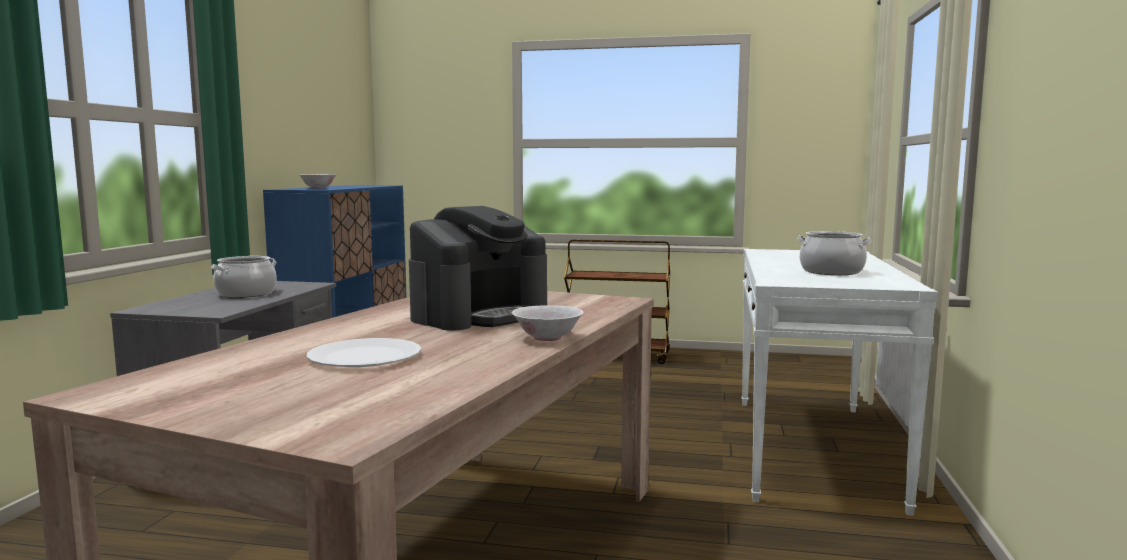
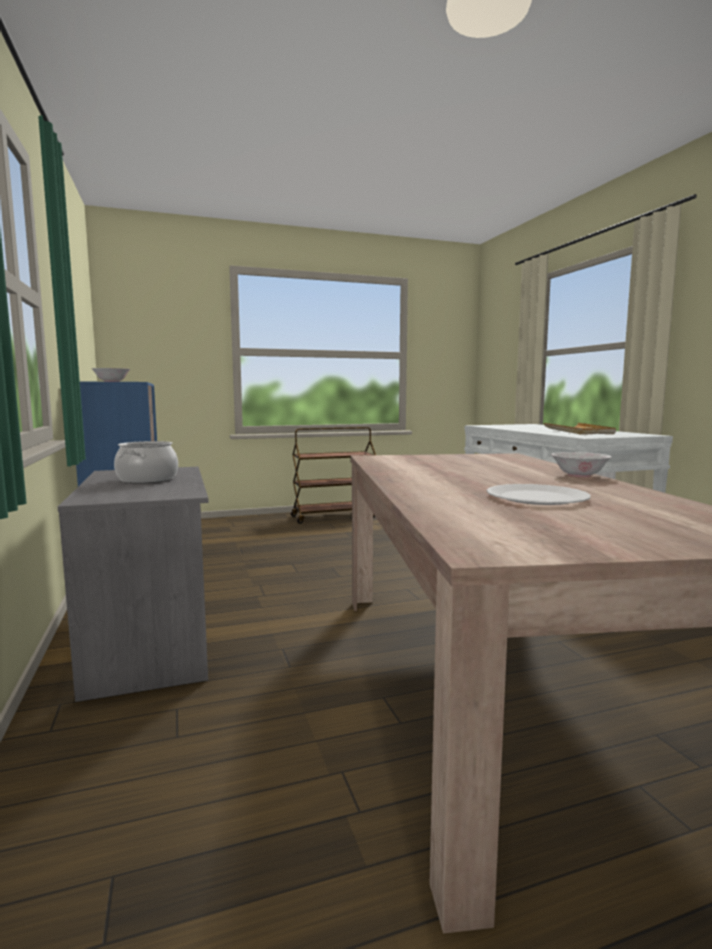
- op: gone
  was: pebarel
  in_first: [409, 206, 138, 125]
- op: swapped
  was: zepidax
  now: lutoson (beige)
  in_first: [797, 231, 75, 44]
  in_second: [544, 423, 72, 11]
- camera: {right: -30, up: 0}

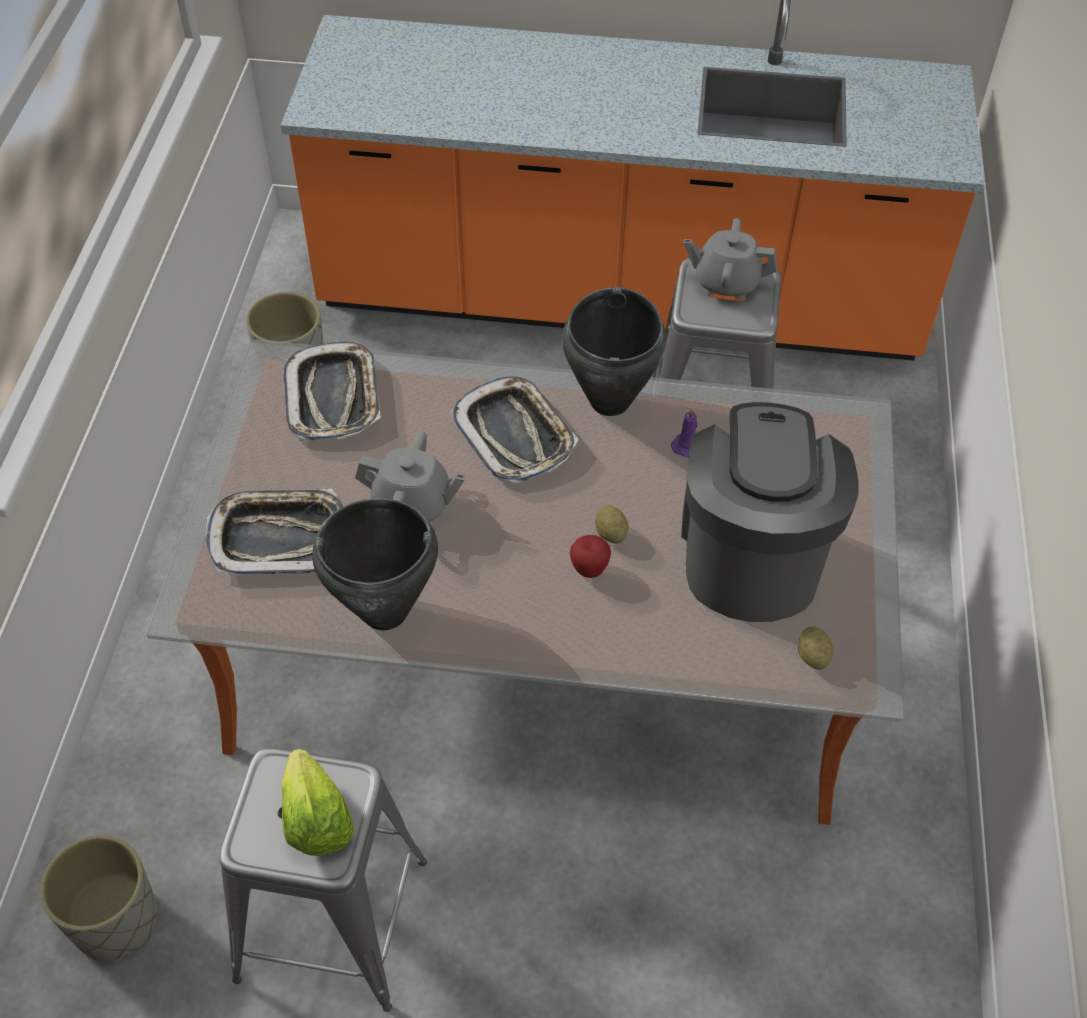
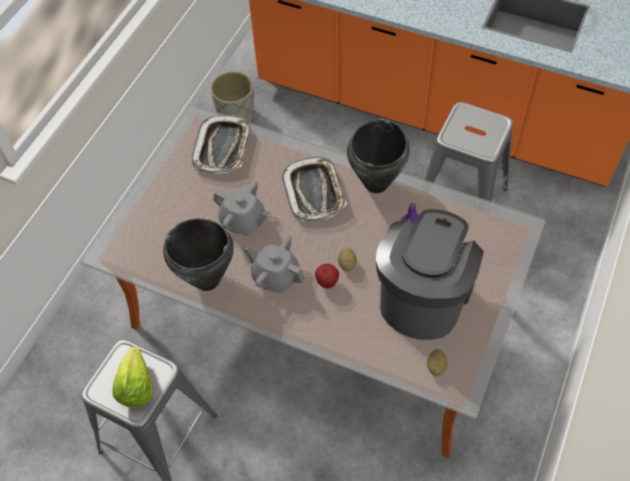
- op: gone
  was: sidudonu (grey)
  in_first: [40, 835, 117, 126]
- op: gone
  was: lutoson
  in_first: [205, 489, 139, 86]
- op: shifted
  was: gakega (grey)
  in_first: [684, 218, 94, 81]
  in_second: [243, 236, 62, 57]
- camera: {right: 20, up: 5}

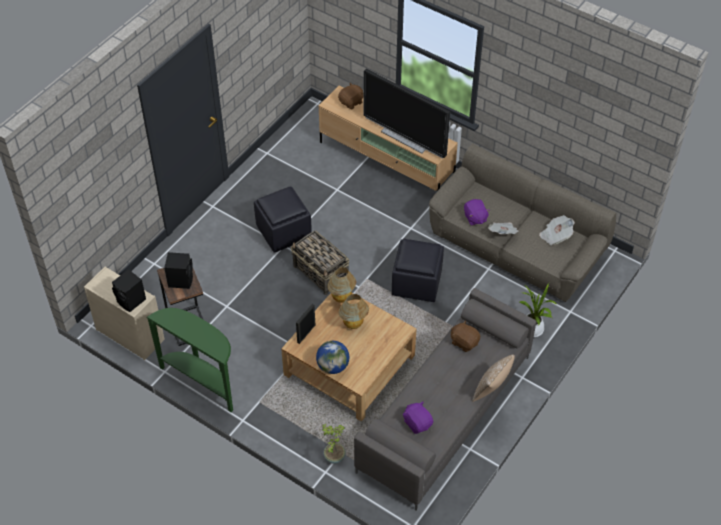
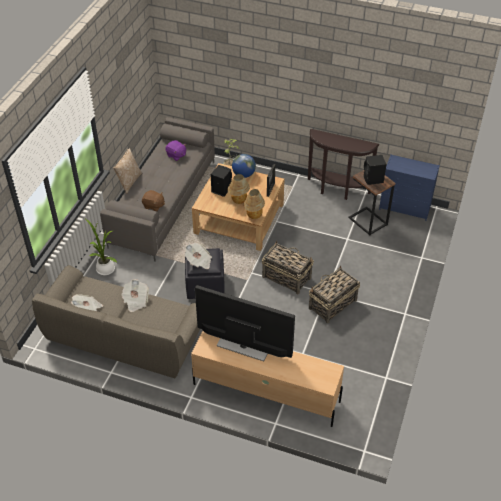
- op: gone
  was: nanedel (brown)
  in_first: [338, 83, 25, 26]
- op: gone
  was: nanedel (purple)
  in_first: [464, 199, 26, 27]
- op: new
  now: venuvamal
  in_second: [185, 243, 27, 26]
- op: shifted
  was: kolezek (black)
  in_first: [112, 269, 34, 43]
  in_second: [211, 165, 21, 32]
- op: swapped
  was: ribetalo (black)
  now: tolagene
  in_first: [254, 186, 58, 67]
  in_second: [309, 266, 51, 57]
- op: repainted
  was: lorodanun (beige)
  now: lorodanun (blue)
  in_first: [84, 266, 81, 94]
  in_second: [379, 154, 61, 67]
- op: repainted
  was: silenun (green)
  now: silenun (brown)
  in_first: [146, 308, 87, 104]
  in_second: [308, 129, 71, 71]
- camera: {right: 165, up: -5}

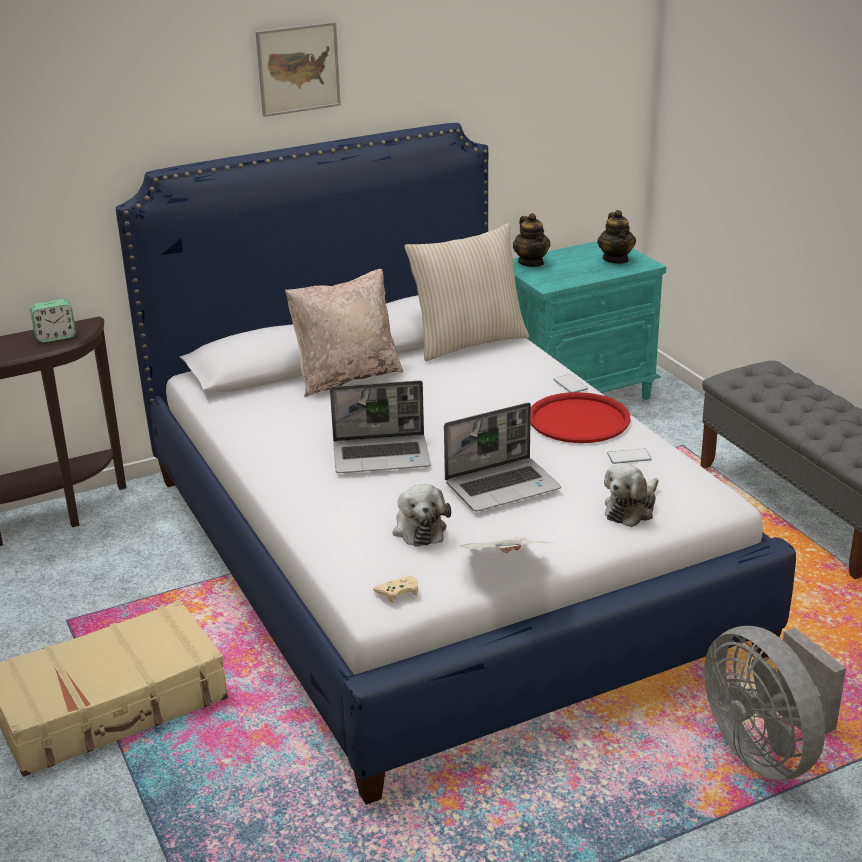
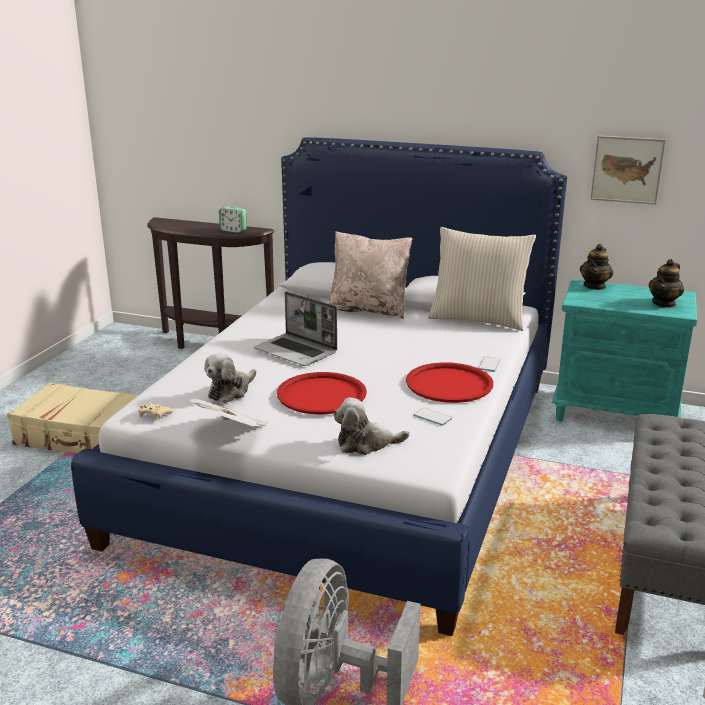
- op: shifted
  was: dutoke
  in_first: [256, 22, 85, 95]
  in_second: [590, 136, 76, 69]
- op: swapped
  was: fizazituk
  now: lutoson (red)
  in_first: [444, 403, 117, 109]
  in_second: [277, 372, 90, 42]
- camera: {right: 45, up: -5}

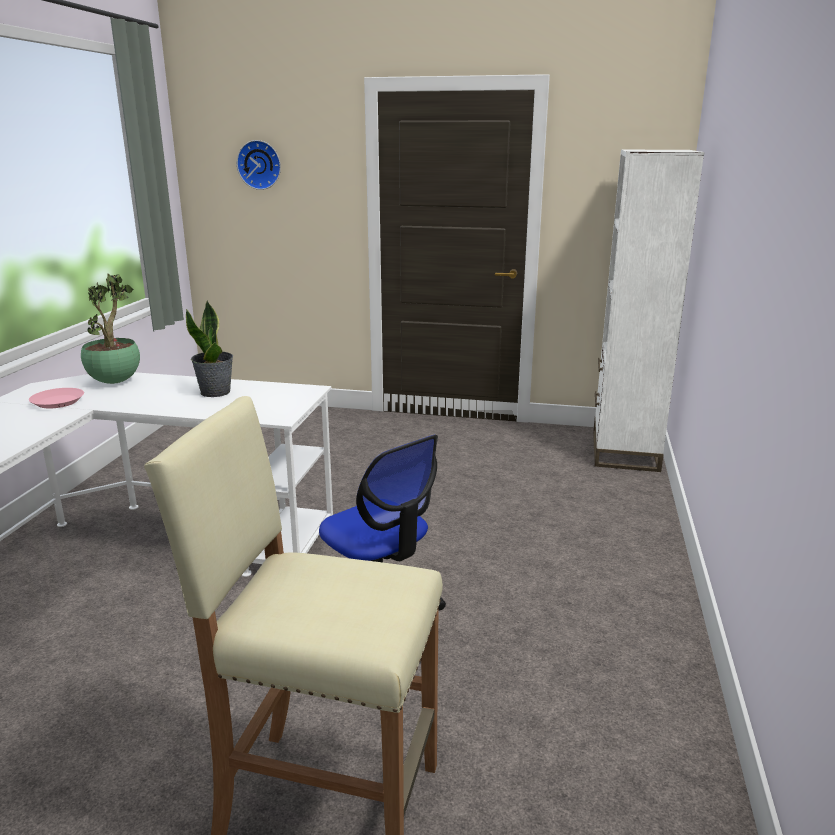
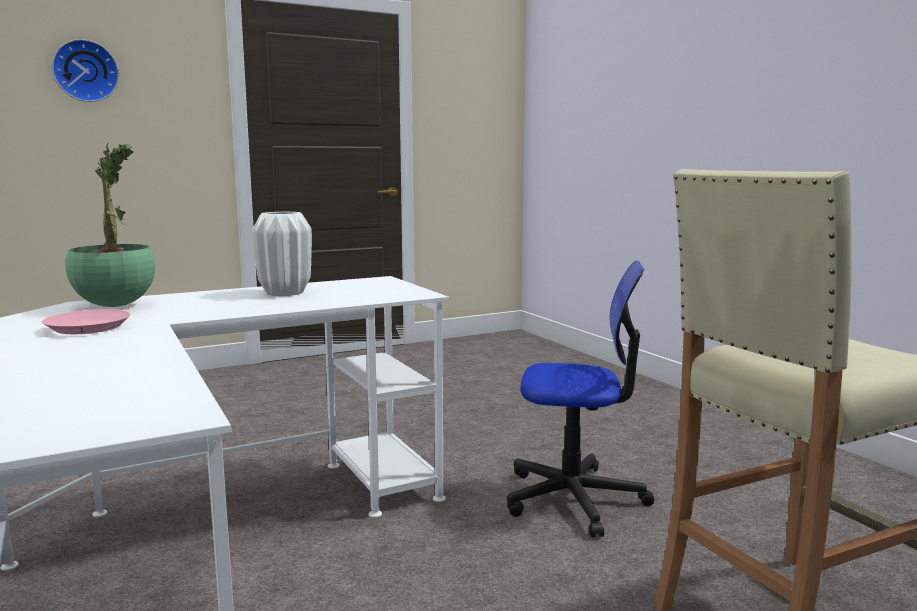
- op: gone
  was: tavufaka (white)
  in_first: [593, 149, 112, 323]
- op: swapped
  was: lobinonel
  now: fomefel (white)
  in_first: [186, 300, 47, 97]
  in_second: [252, 212, 60, 84]
- camera: {right: -40, up: -10}

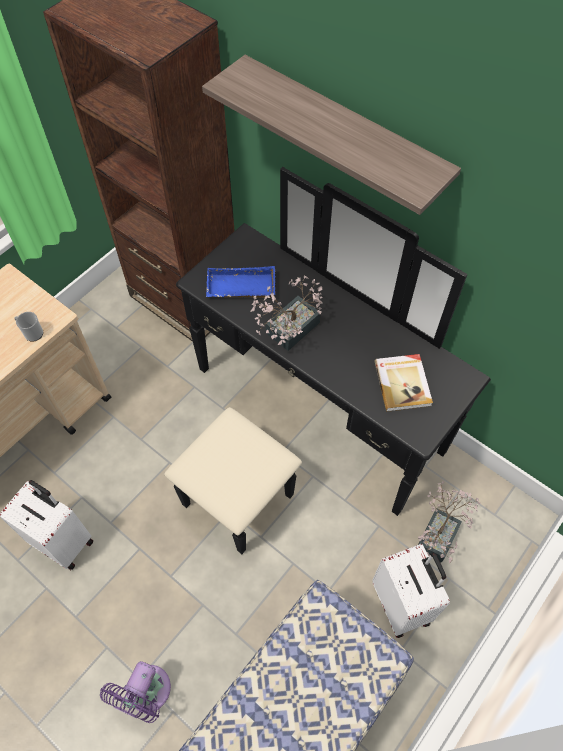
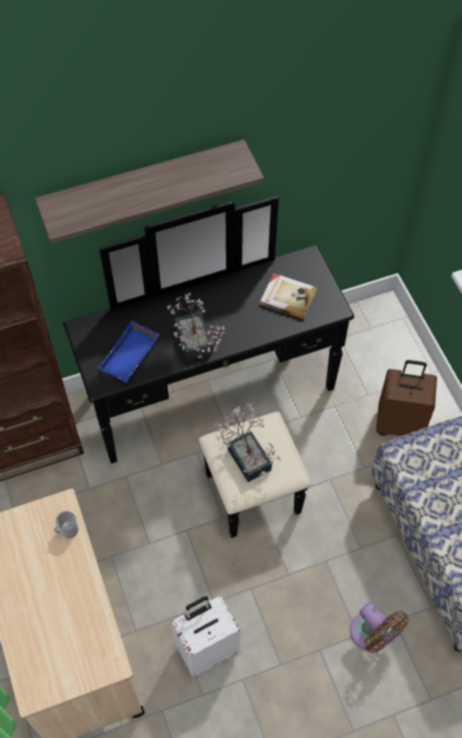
- op: shifted
  was: lobinonel
  in_first: [418, 482, 62, 81]
  in_second: [214, 403, 67, 79]
- op: repainted
  was: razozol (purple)
  now: razozol (brown)
  in_first: [100, 661, 71, 62]
  in_second: [350, 602, 59, 51]
- op: repainted
  was: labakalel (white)
  now: labakalel (brown)
  in_first: [372, 544, 78, 94]
  in_second: [376, 360, 61, 76]
- camera: {right: -60, up: 0}

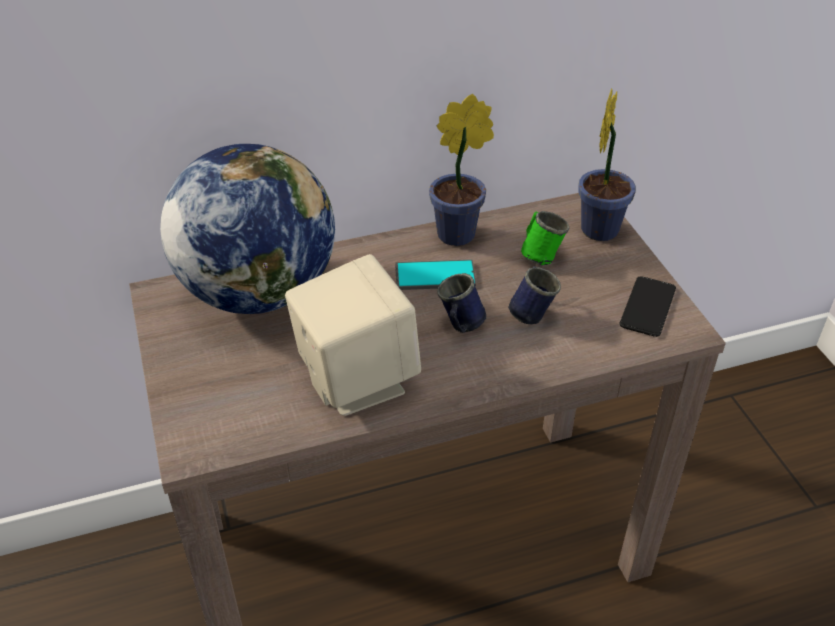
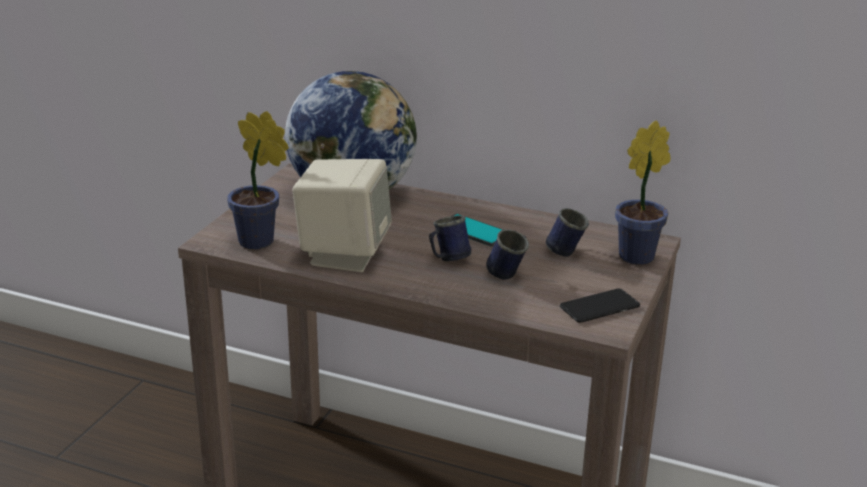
- op: shifted
  was: lobinonel
  in_first: [429, 94, 65, 152]
  in_second: [227, 111, 62, 138]
- op: repainted
  was: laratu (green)
  now: laratu (blue)
  in_first: [521, 211, 48, 54]
  in_second: [546, 208, 43, 49]
- camera: {right: 40, up: -15}

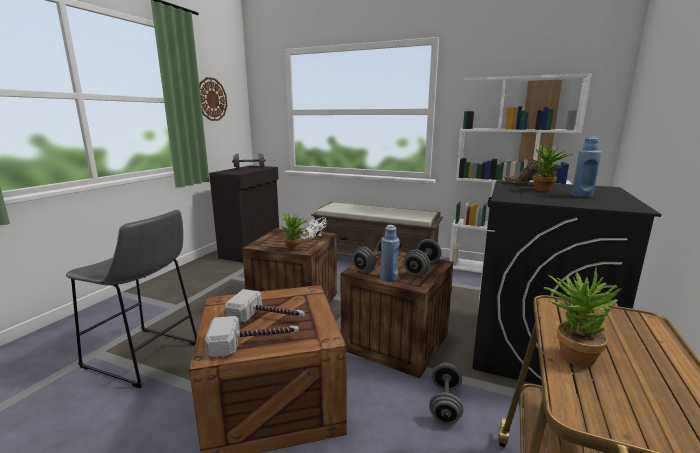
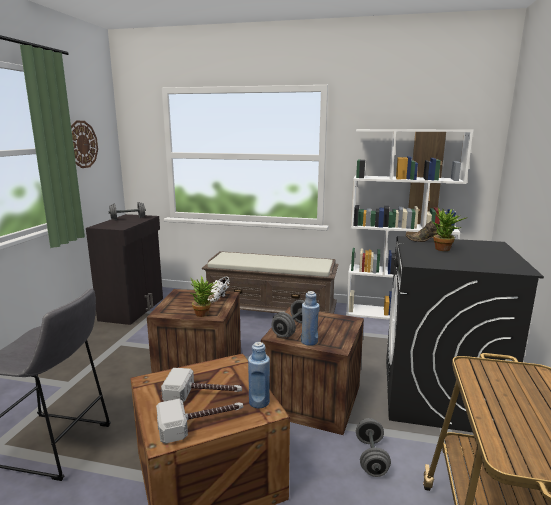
- op: gone
  was: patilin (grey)
  in_first: [403, 239, 38, 37]
- op: gone
  was: lobinonel
  in_first: [543, 267, 78, 100]
- op: shifted
  was: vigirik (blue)
  in_first: [572, 136, 29, 62]
  in_second: [248, 342, 22, 67]
- camera: {right: -10, up: 0}

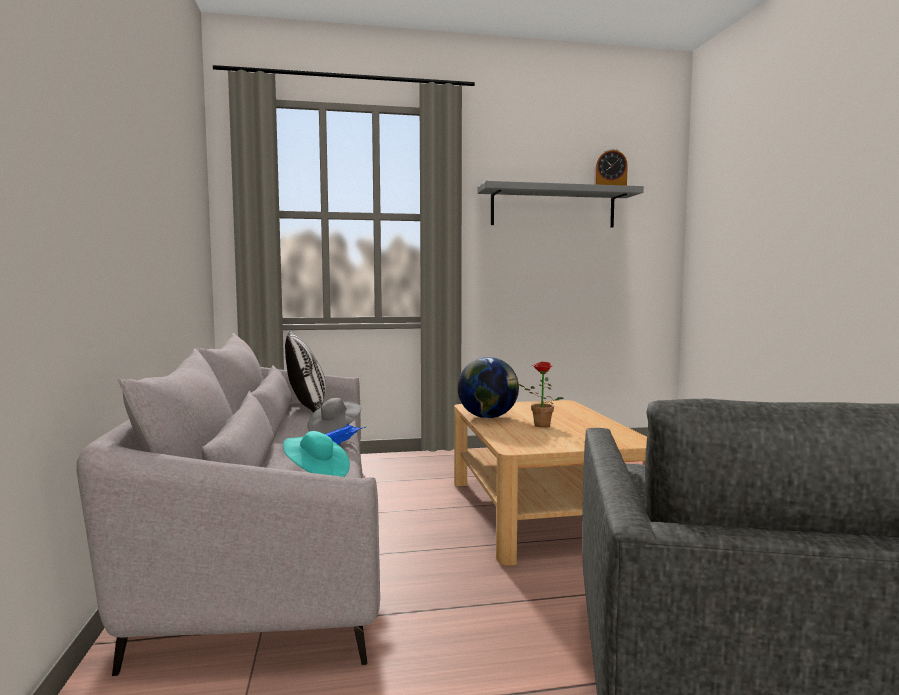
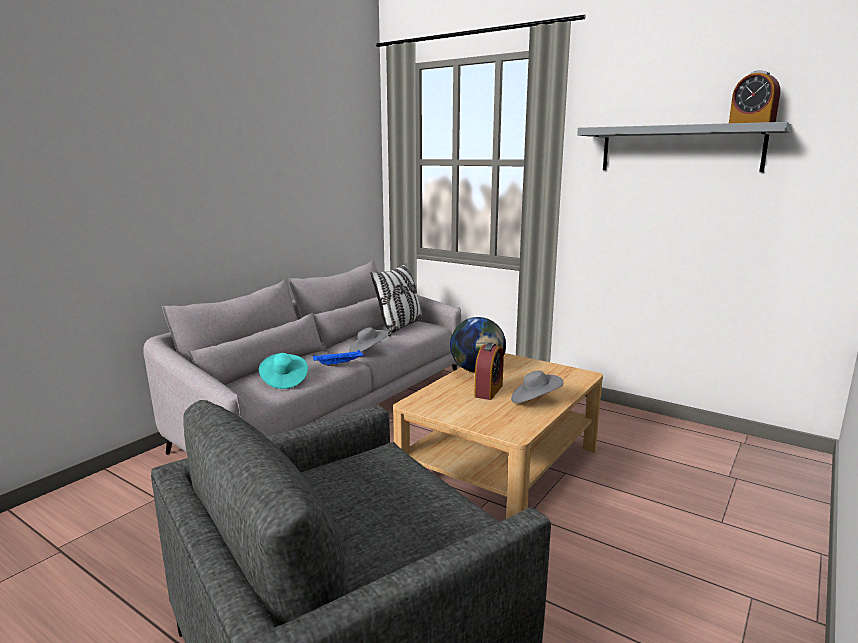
- op: new
  now: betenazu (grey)
  in_second: [511, 371, 53, 32]
- op: swapped
  was: lobinonel
  now: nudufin
  in_first: [518, 362, 45, 66]
  in_second: [474, 343, 30, 57]
- camera: {right: 45, up: 10}

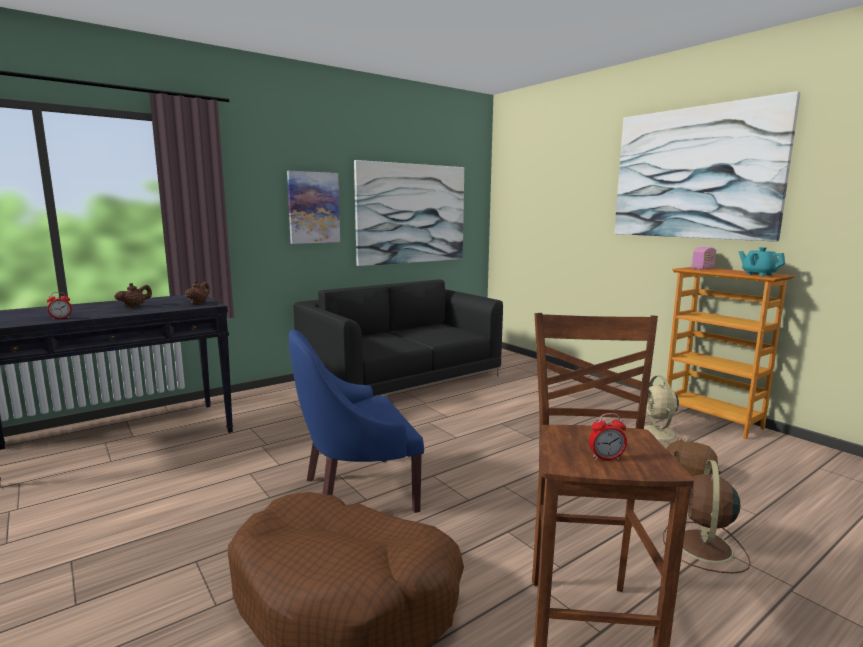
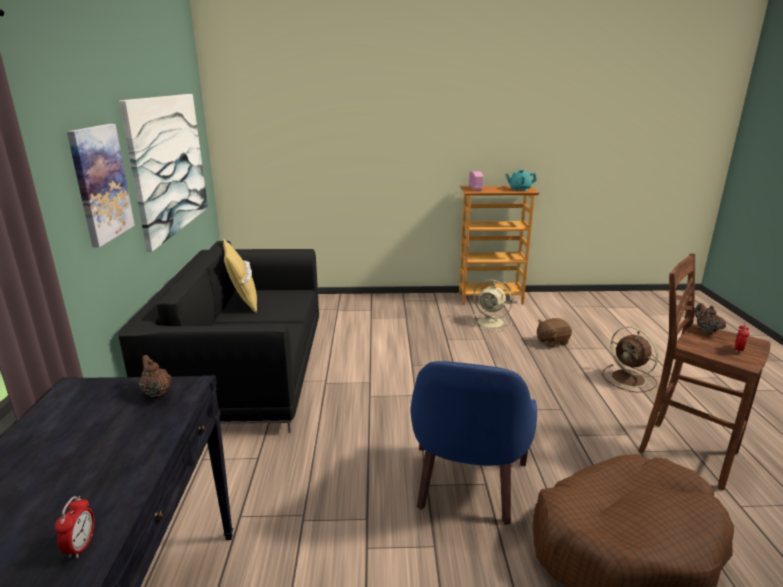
- op: gone
  was: dutoke
  in_first: [614, 91, 187, 151]
- op: new
  now: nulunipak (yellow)
  in_second: [223, 239, 34, 74]
- op: shifted
  was: gakega (brown)
  in_first: [114, 283, 38, 24]
  in_second: [695, 303, 31, 30]
- camera: {right: -55, up: 10}

